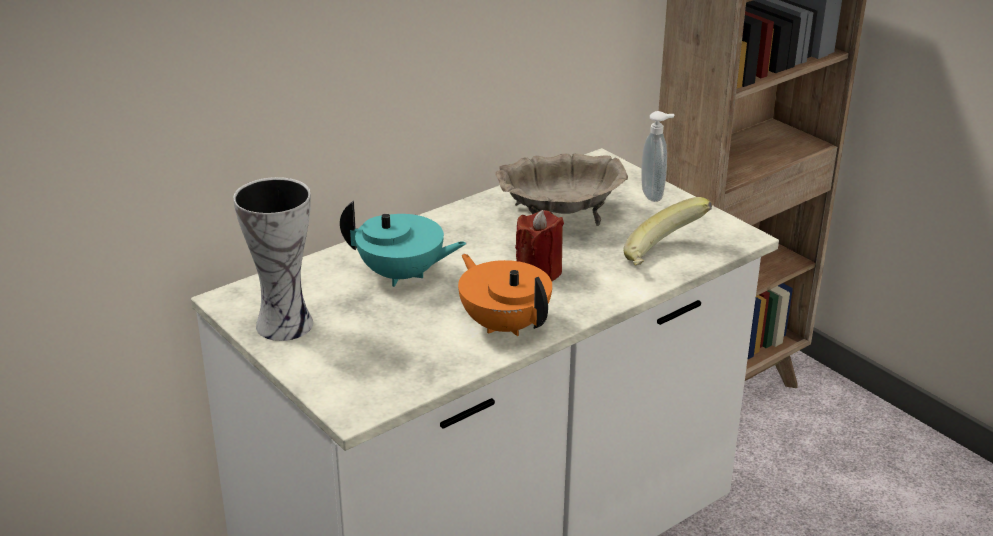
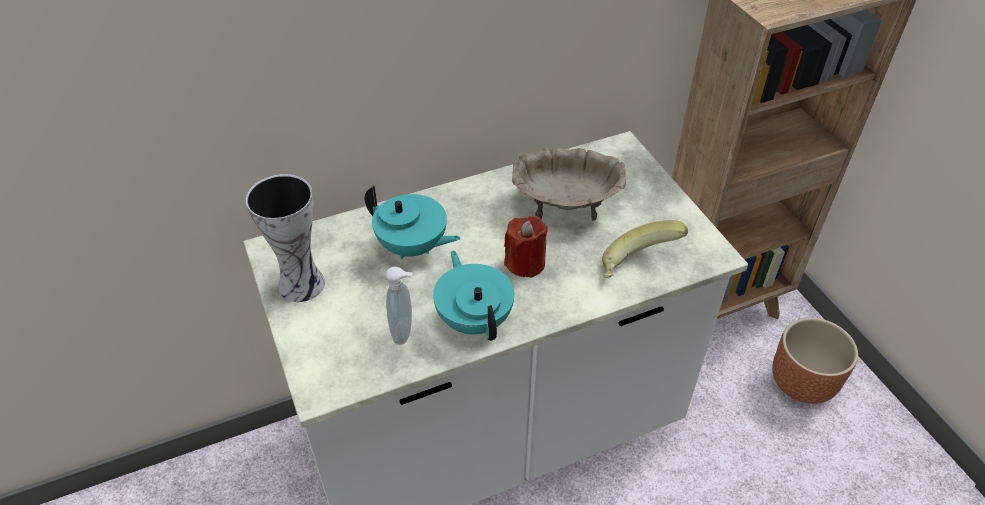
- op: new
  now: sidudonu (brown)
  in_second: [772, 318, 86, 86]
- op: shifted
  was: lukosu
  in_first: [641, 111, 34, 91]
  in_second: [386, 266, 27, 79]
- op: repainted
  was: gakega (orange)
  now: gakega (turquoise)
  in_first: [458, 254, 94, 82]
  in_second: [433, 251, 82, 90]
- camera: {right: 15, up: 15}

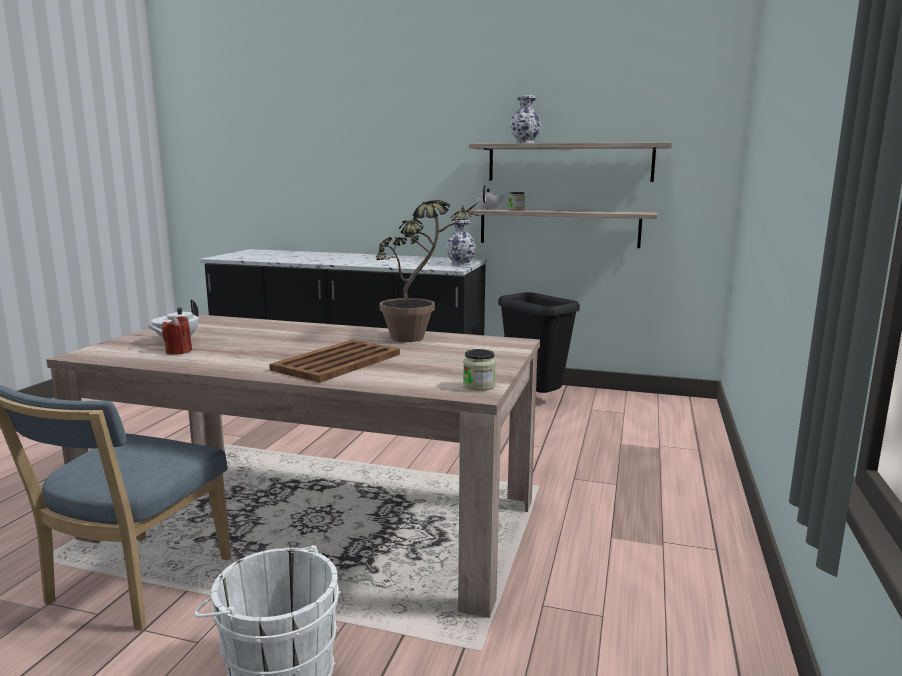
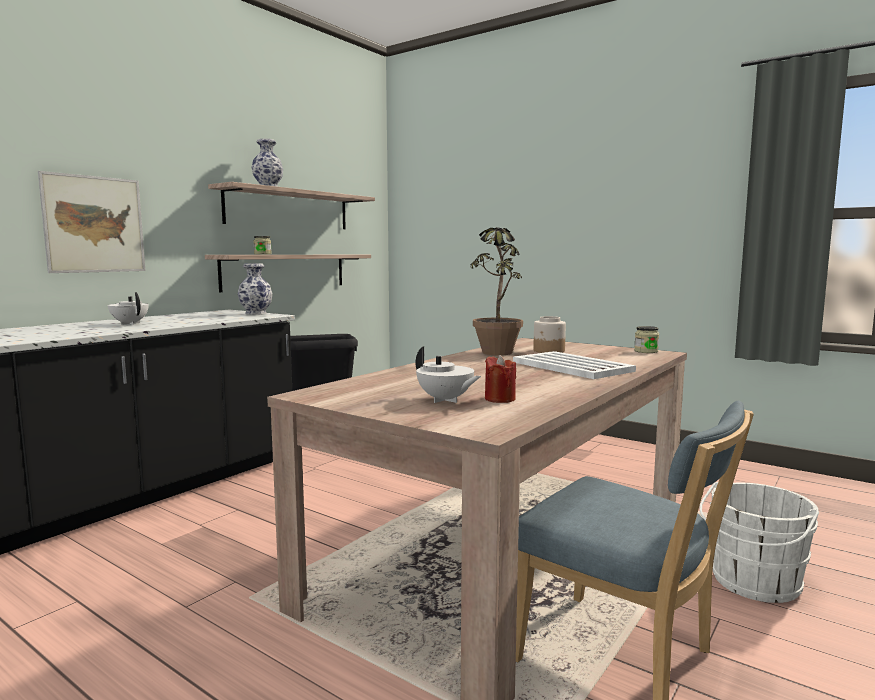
- op: new
  now: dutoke
  in_second: [38, 171, 108, 102]
- op: new
  now: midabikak
  in_second: [533, 316, 33, 37]
- op: shifted
  was: gakega (white)
  in_first: [476, 185, 27, 25]
  in_second: [108, 292, 41, 33]
- op: repainted
  was: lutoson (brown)
  now: lutoson (white)
  in_first: [269, 340, 131, 43]
  in_second: [513, 351, 123, 28]
- camera: {right: -70, up: -5}

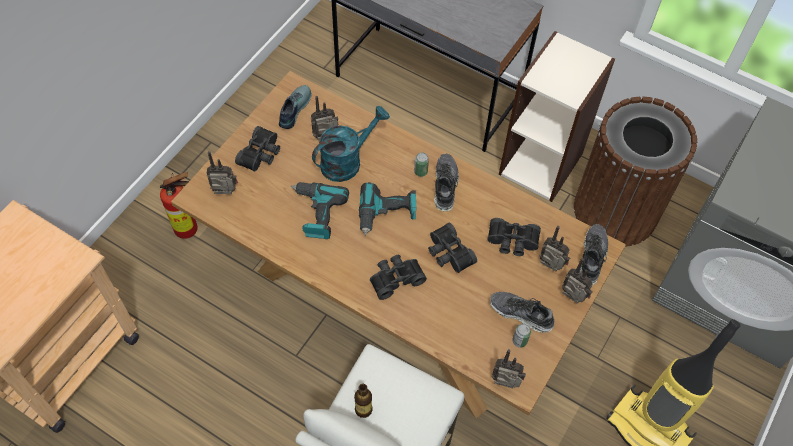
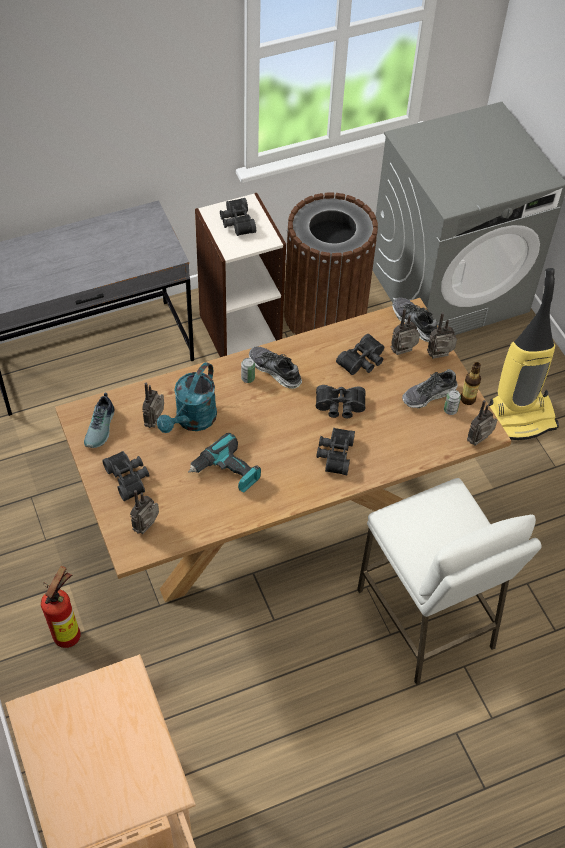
- op: gone
  was: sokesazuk
  in_first: [359, 182, 58, 54]
- op: new
  now: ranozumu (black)
  in_second: [220, 198, 36, 38]
- op: shifted
  was: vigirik
  in_first: [354, 384, 18, 34]
  in_second: [461, 362, 20, 43]
- op: rotated
  was: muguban
  in_first: [279, 85, 32, 44]
  in_second: [84, 392, 31, 56]
  clockwise: -135
- op: rotated
  was: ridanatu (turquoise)
  in_first: [312, 106, 78, 76]
  in_second: [157, 362, 60, 71]
  clockwise: -150
- camera: {right: -55, up: -5}

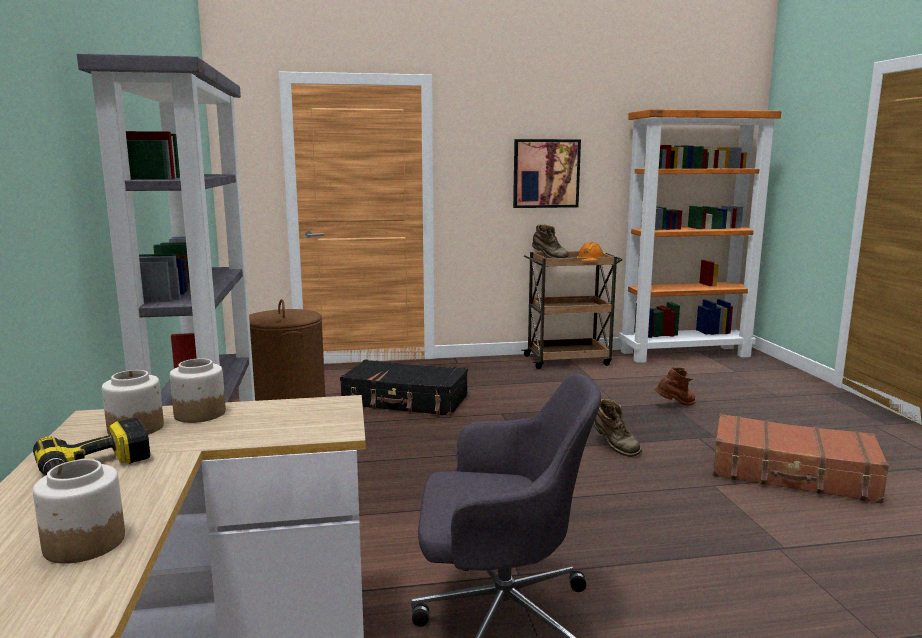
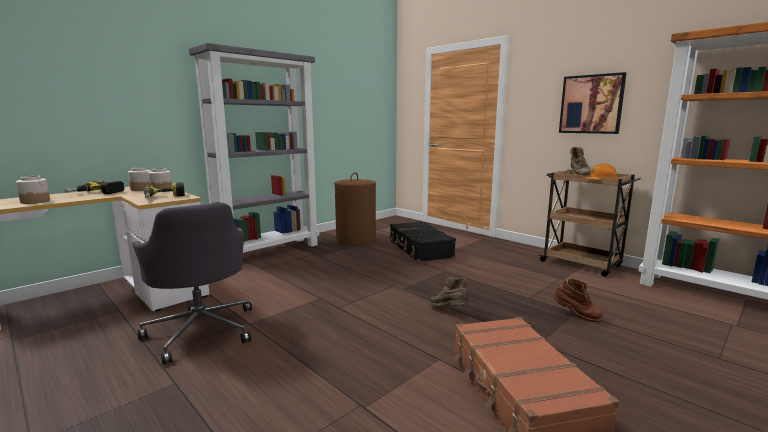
- op: new
  now: sokesazuk
  in_second: [144, 182, 41, 17]
- op: rotated
  was: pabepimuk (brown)
  in_first: [594, 398, 48, 59]
  in_second: [429, 277, 40, 30]
  clockwise: 120
- camera: {right: 55, up: 0}

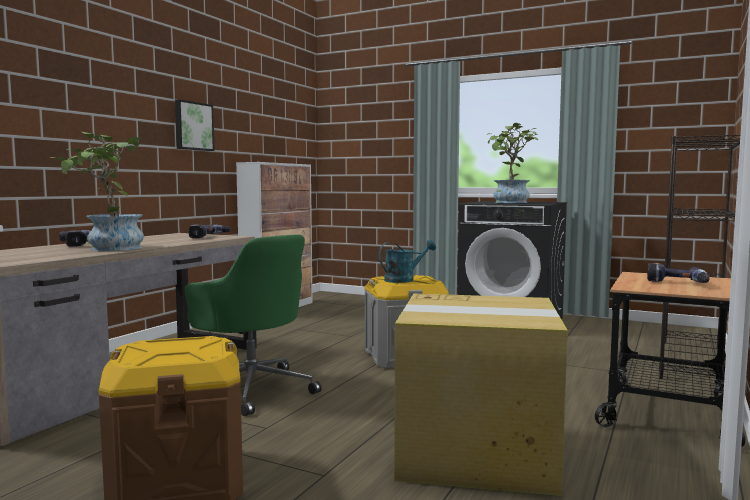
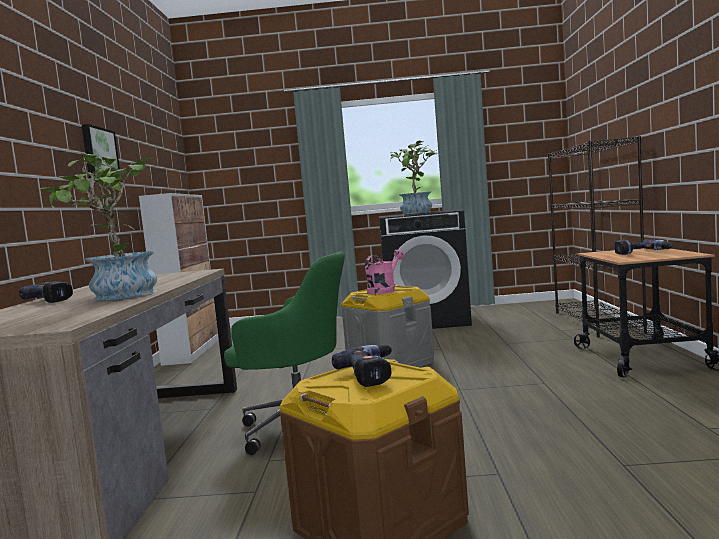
- op: gone
  was: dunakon
  in_first: [394, 294, 174, 202]
- op: shifted
  was: sokesazuk
  in_first: [189, 224, 43, 14]
  in_second: [332, 345, 60, 42]
- op: repainted
  was: ridanatu (turquoise)
  now: ridanatu (pink)
  in_first: [379, 239, 57, 44]
  in_second: [365, 249, 39, 45]
- camera: {right: -25, up: 0}

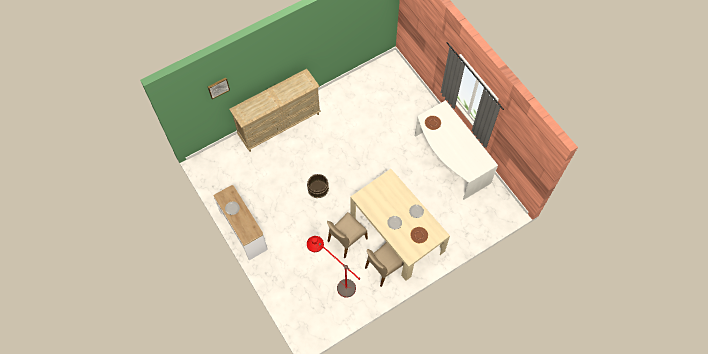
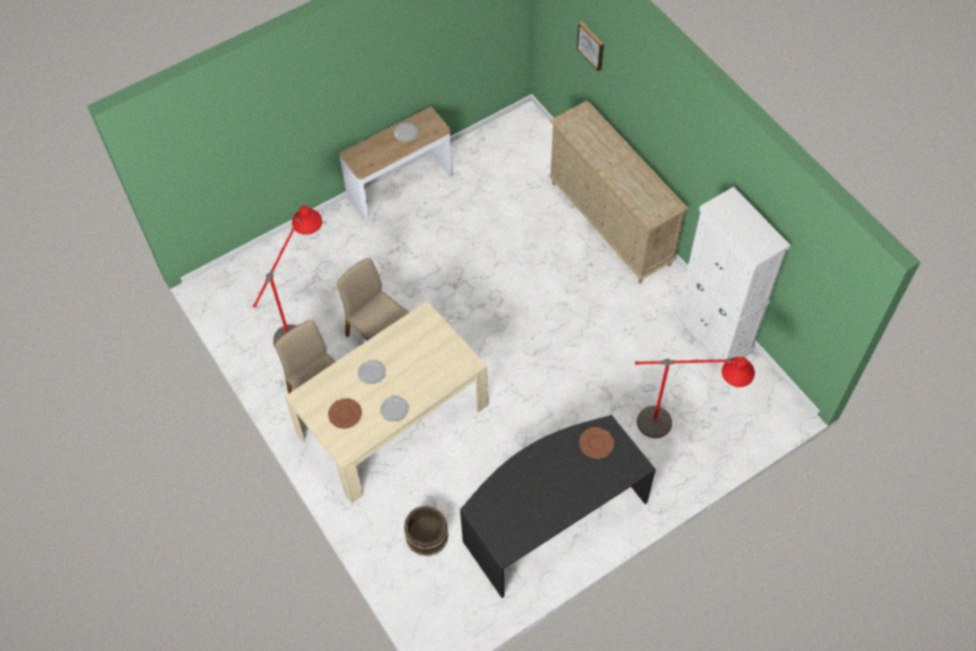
- op: new
  now: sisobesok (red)
  in_second: [635, 357, 120, 81]
- op: new
  now: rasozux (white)
  in_second: [675, 187, 115, 181]
- op: shifted
  was: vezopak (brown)
  in_first: [307, 174, 22, 24]
  in_second: [404, 505, 45, 51]
- op: repainted
  was: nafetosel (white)
  now: nafetosel (black)
  in_first: [415, 100, 83, 100]
  in_second: [460, 415, 196, 183]
- camera: {right: 90, up: -5}

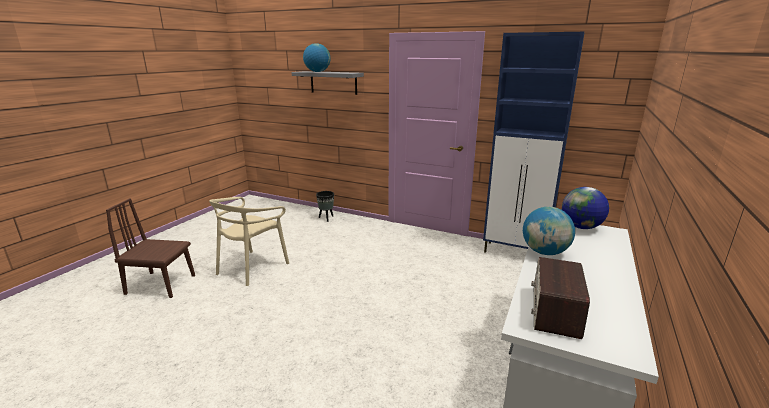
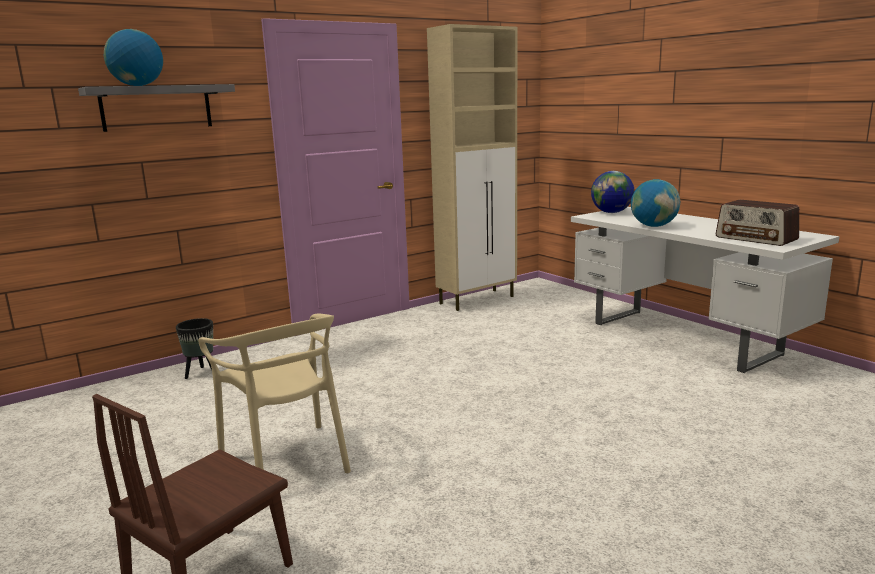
- op: repainted
  was: rasozux (blue)
  now: rasozux (beige)
  in_first: [483, 32, 101, 221]
  in_second: [427, 24, 90, 287]
- camera: {right: -60, up: -5}

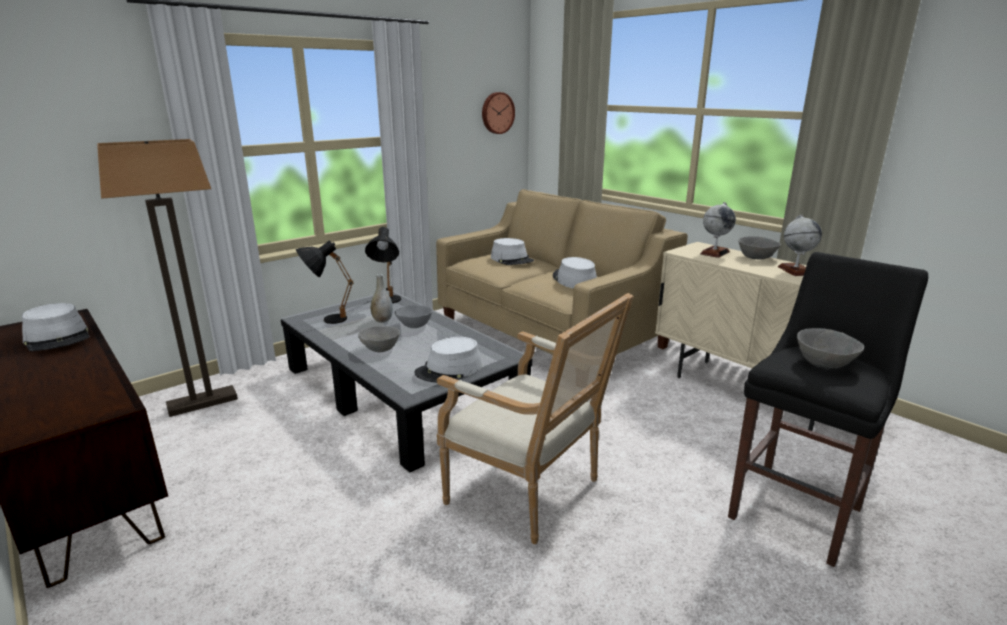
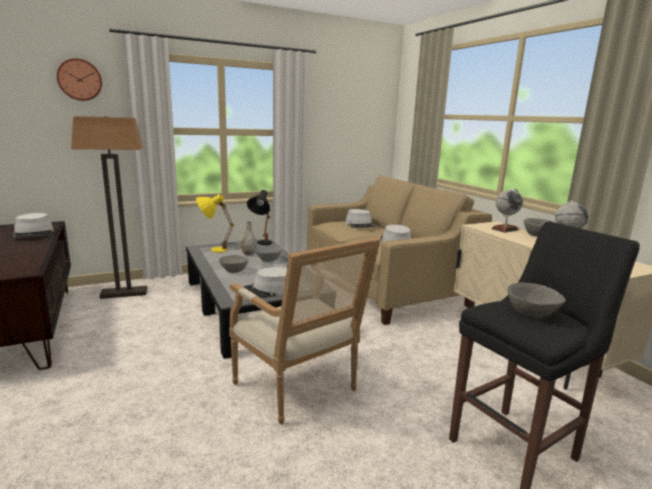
- op: shifted
  was: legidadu
  in_first: [482, 92, 33, 42]
  in_second: [57, 58, 45, 43]
- op: repainted
  was: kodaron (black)
  now: kodaron (yellow)
  in_first: [296, 240, 58, 84]
  in_second: [196, 194, 38, 59]
- camera: {right: 15, up: -5}

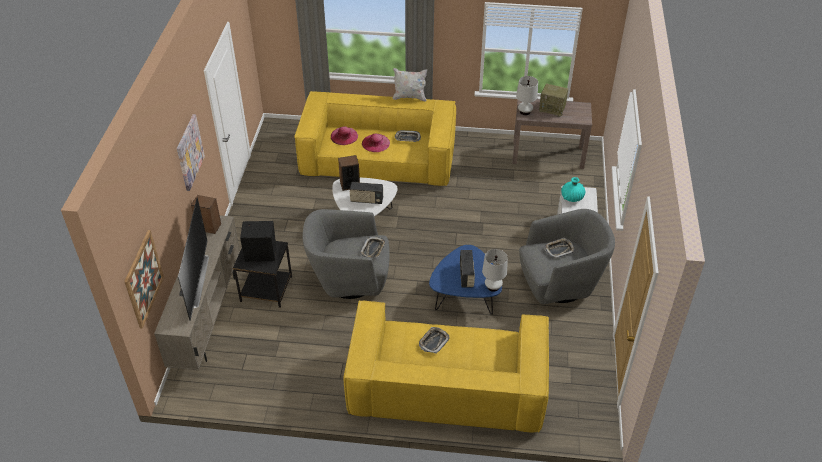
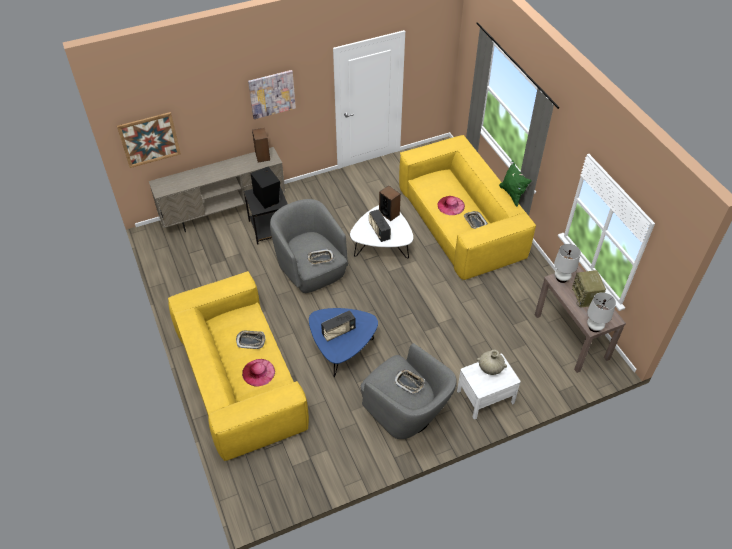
- op: gone
  was: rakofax
  in_first: [178, 198, 31, 123]
- op: shifted
  was: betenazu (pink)
  in_first: [331, 127, 27, 18]
  in_second: [242, 359, 33, 28]
- op: shifted
  was: kodaron (white)
  in_first: [482, 249, 26, 43]
  in_second: [587, 292, 29, 40]
- op: repainted
  was: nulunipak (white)
  now: nulunipak (green)
  in_first: [393, 68, 34, 34]
  in_second: [499, 160, 32, 47]
- op: repainted
  was: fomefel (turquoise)
  now: fomefel (beige)
  in_first: [561, 177, 24, 25]
  in_second: [477, 350, 30, 25]
- camera: {right: 60, up: 5}

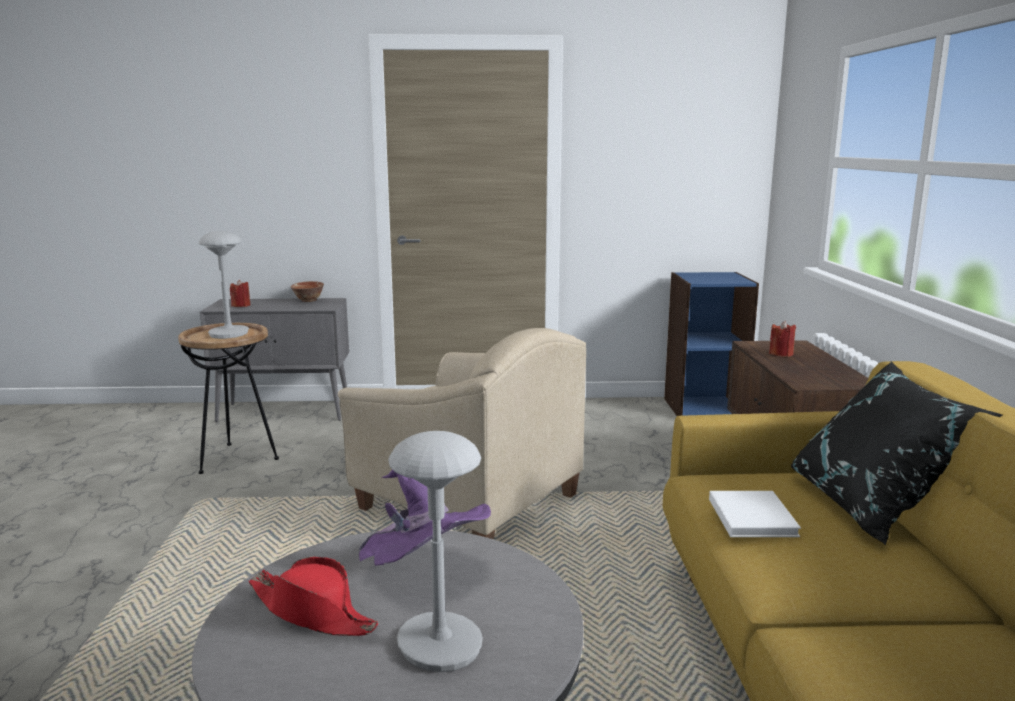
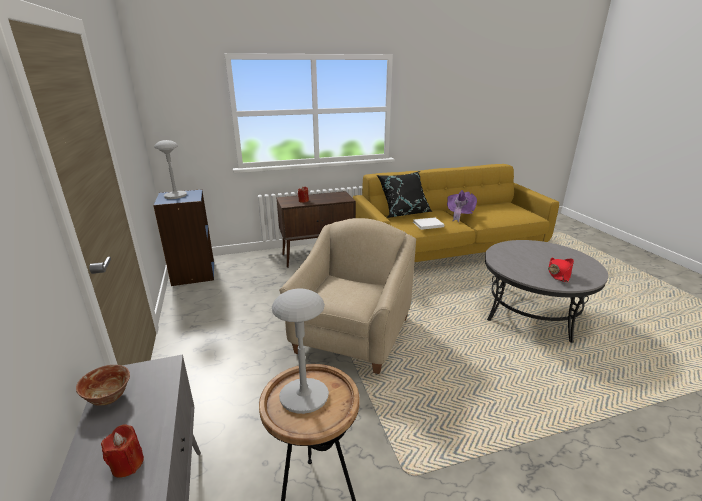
- op: shifted
  was: betenazu (purple)
  in_first: [359, 470, 132, 96]
  in_second: [447, 190, 30, 32]
- op: shifted
  was: kodaron (grey)
  in_first: [388, 431, 95, 241]
  in_second: [154, 140, 33, 59]
- camera: {right: -105, up: 10}

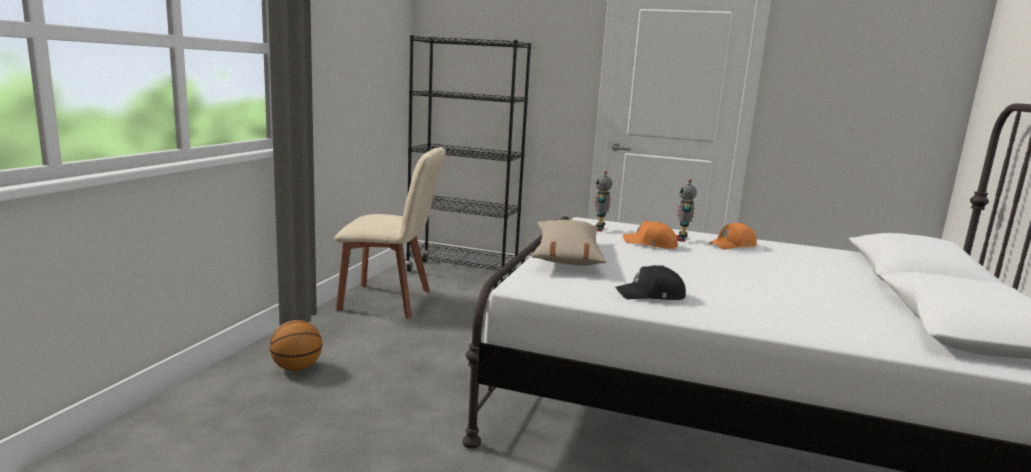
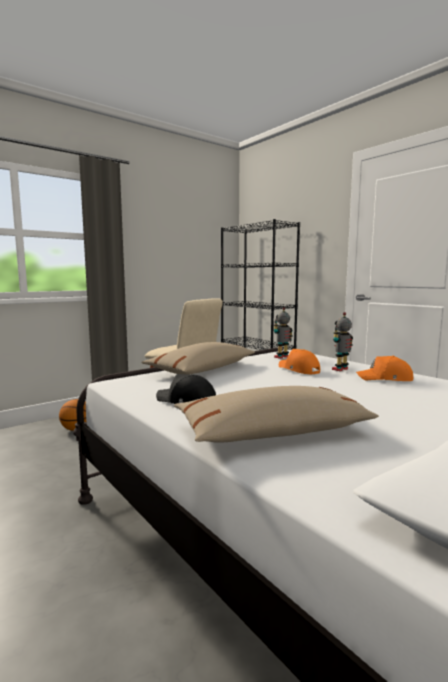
- op: new
  now: nulunipak (beige)
  in_second: [174, 386, 205, 57]
- camera: {right: 35, up: -5}

